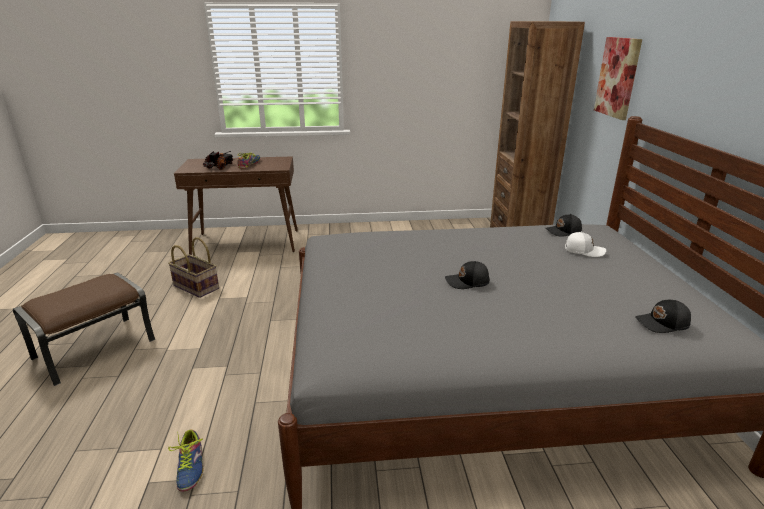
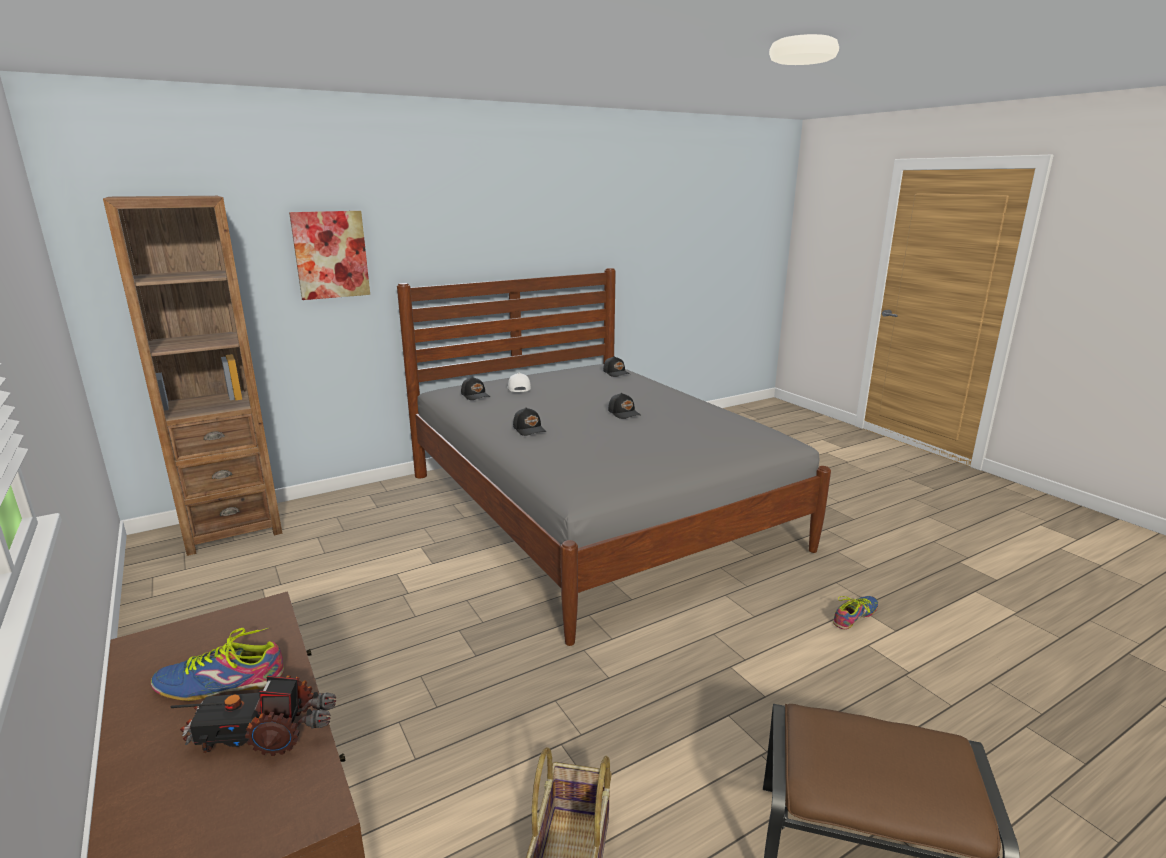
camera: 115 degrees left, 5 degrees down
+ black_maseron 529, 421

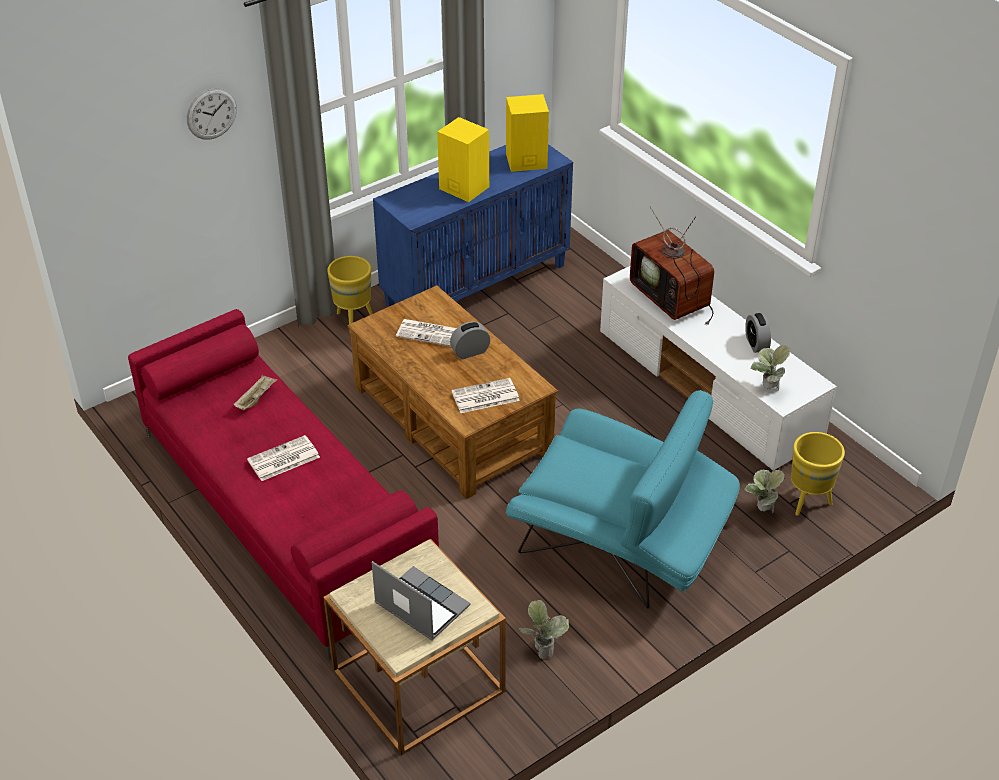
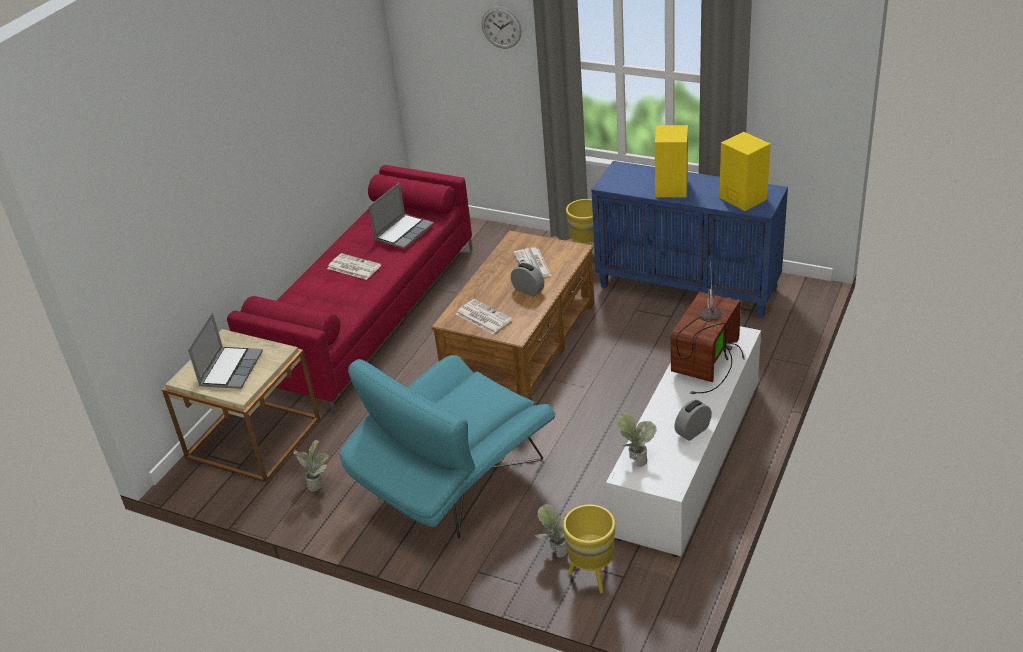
camera: 65 degrees right, 5 degrees down
~ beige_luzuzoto 255, 392 to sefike 401, 215
~ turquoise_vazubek 623, 499 = 447, 446 45 degrees clockwise

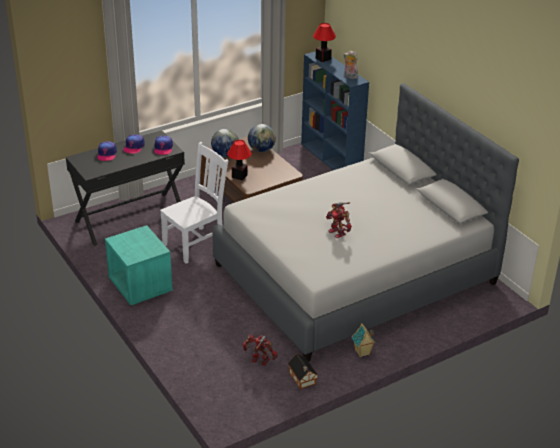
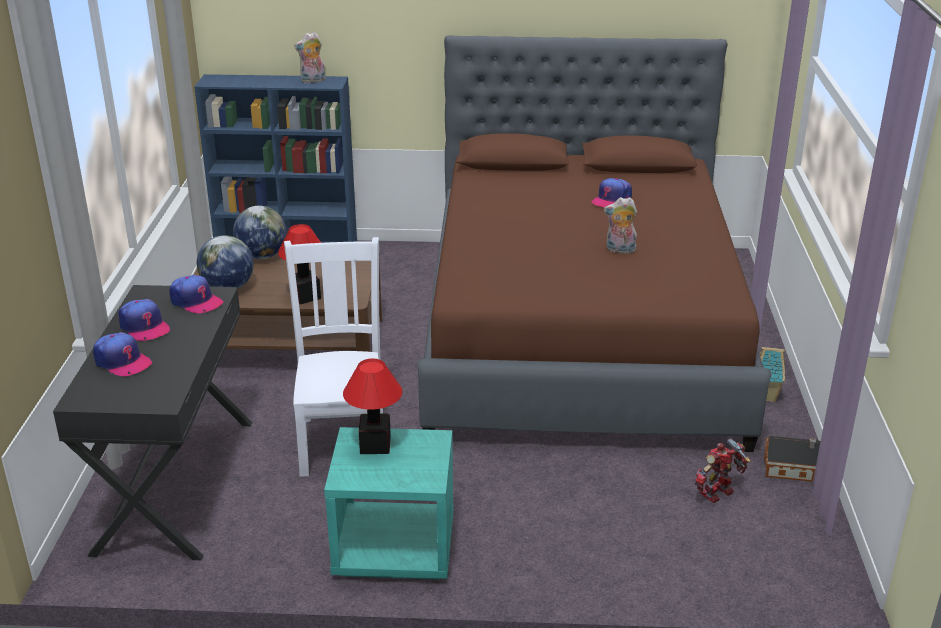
camera: 55 degrees left, 5 degrees down
~ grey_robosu 366, 222 to brown_robosu 594, 243
~ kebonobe 324, 42 to 373, 406
~ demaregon 339, 220 to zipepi 620, 225
+ maseron 612, 192

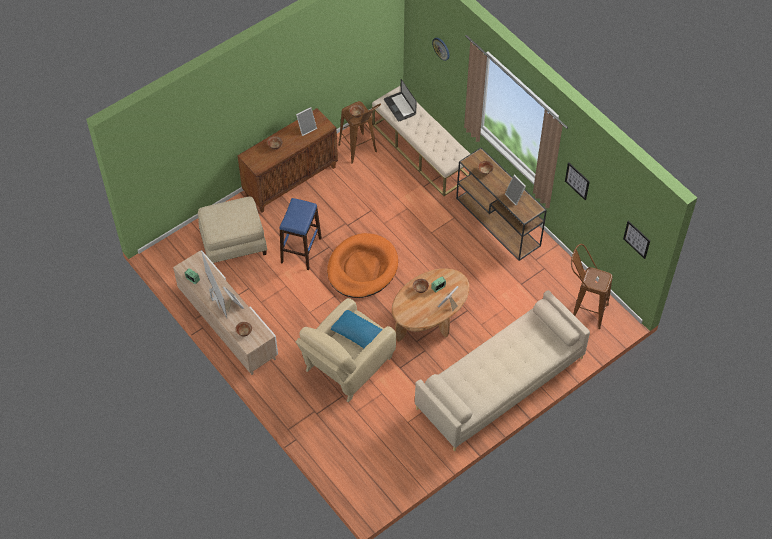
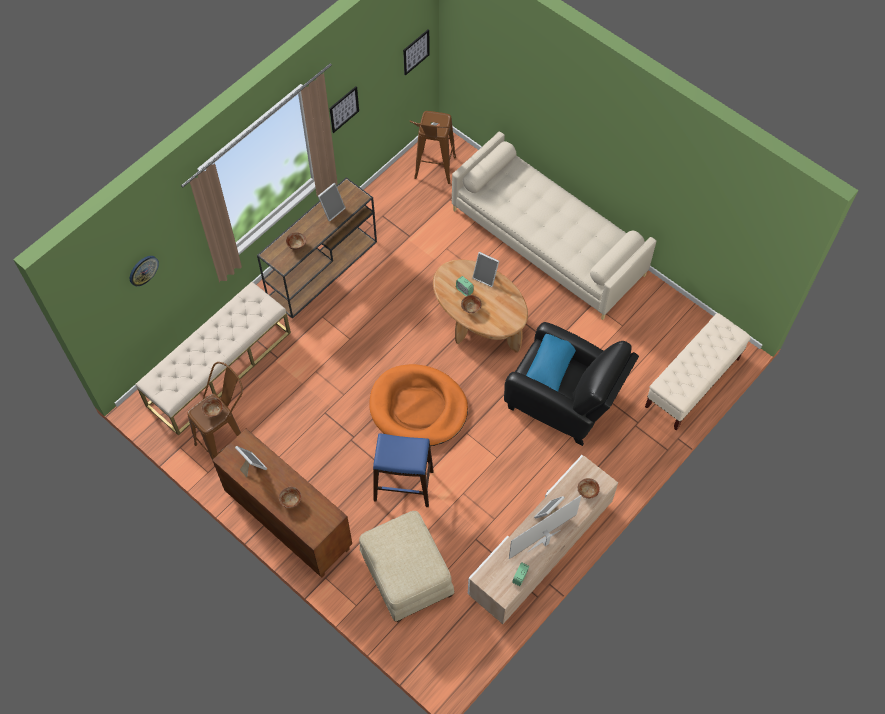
camera: 100 degrees left, 5 degrees up
~ beige_vazubek 346, 350 to black_vazubek 571, 384
- sefike 400, 100
+ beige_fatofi 698, 372

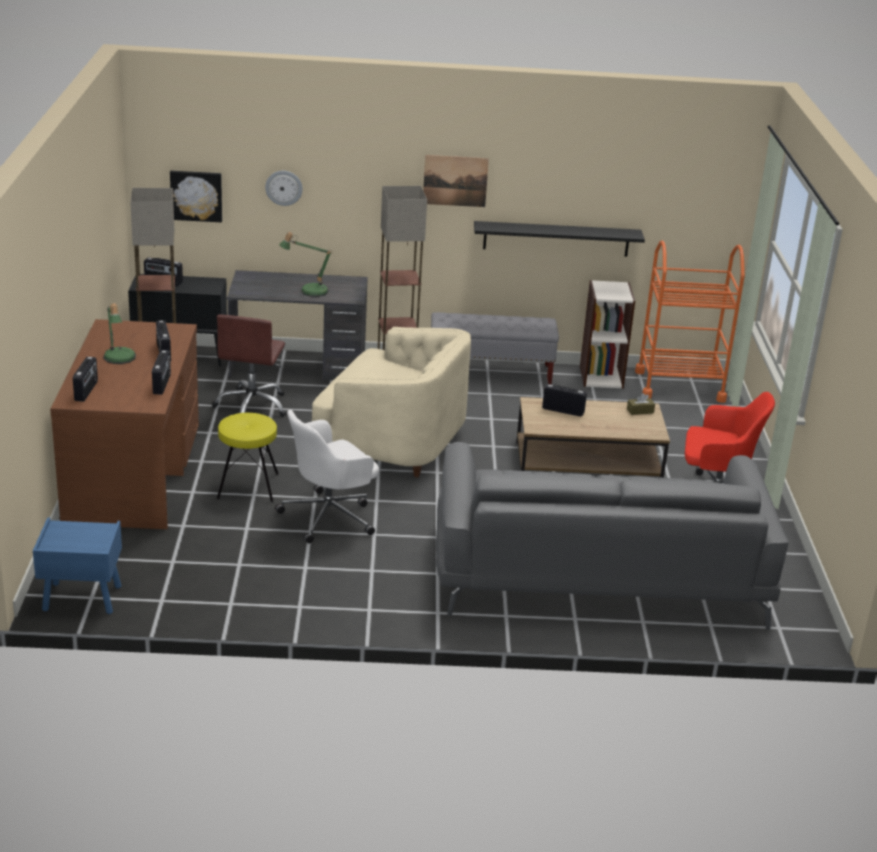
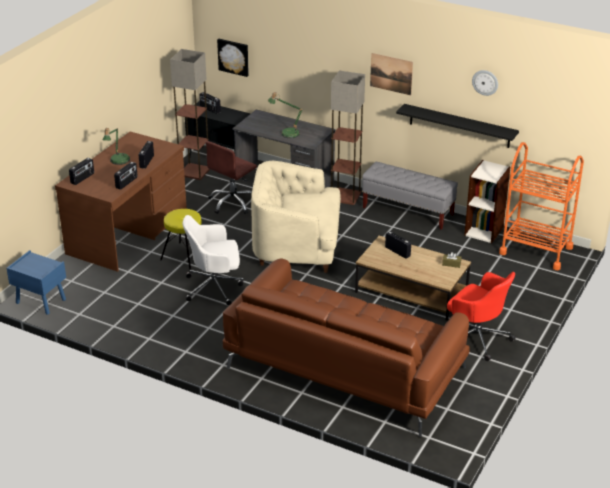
camera: 30 degrees right, 5 degrees up
~ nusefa 284, 188 to 485, 83
~ beige_vazubek 391, 402 = 296, 217 135 degrees clockwise
~ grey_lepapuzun 612, 536 to brown_lepapuzun 346, 348

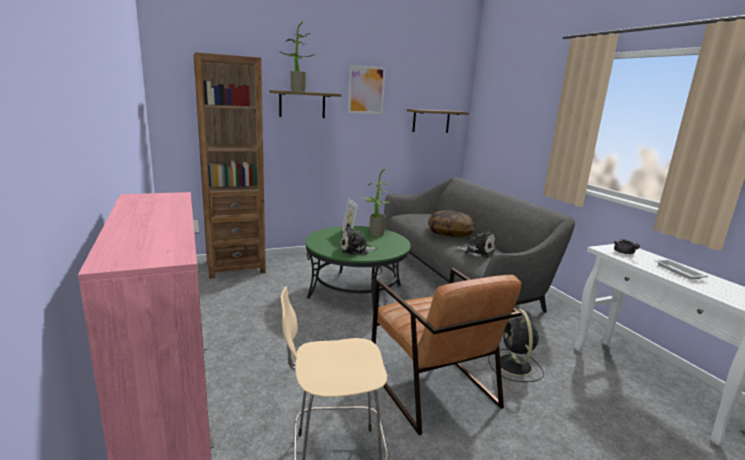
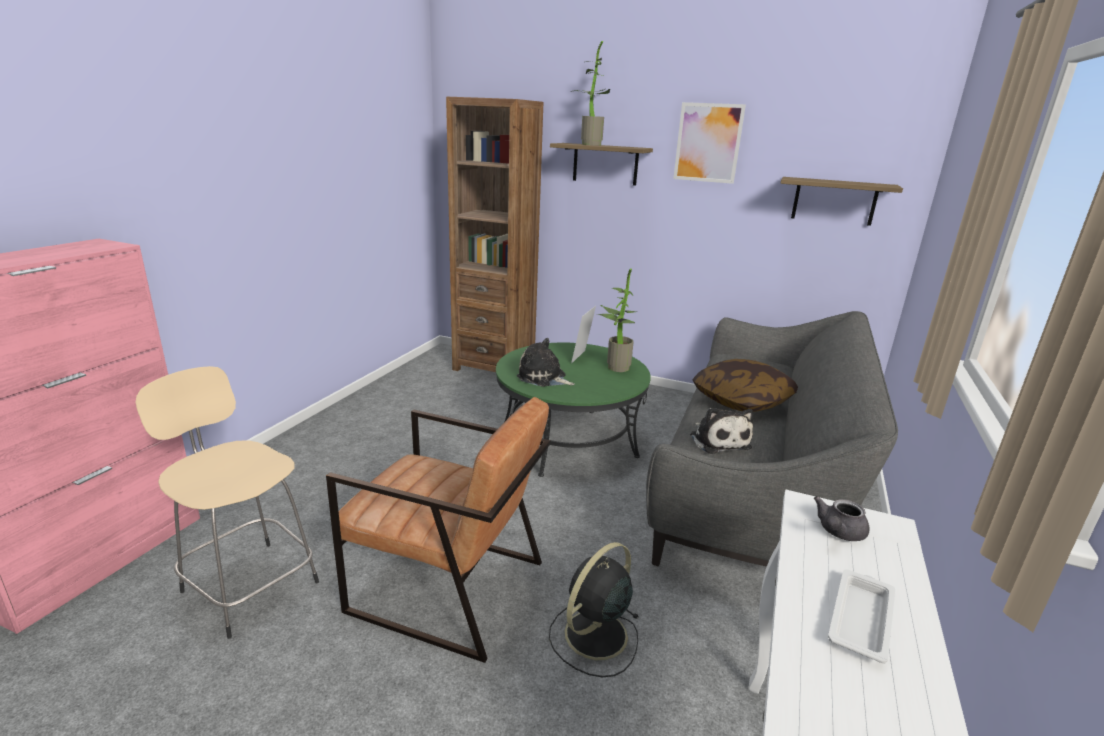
camera: 45 degrees right, 5 degrees up
~ brown_vazubek 446, 351 = 438, 530 90 degrees counterclockwise

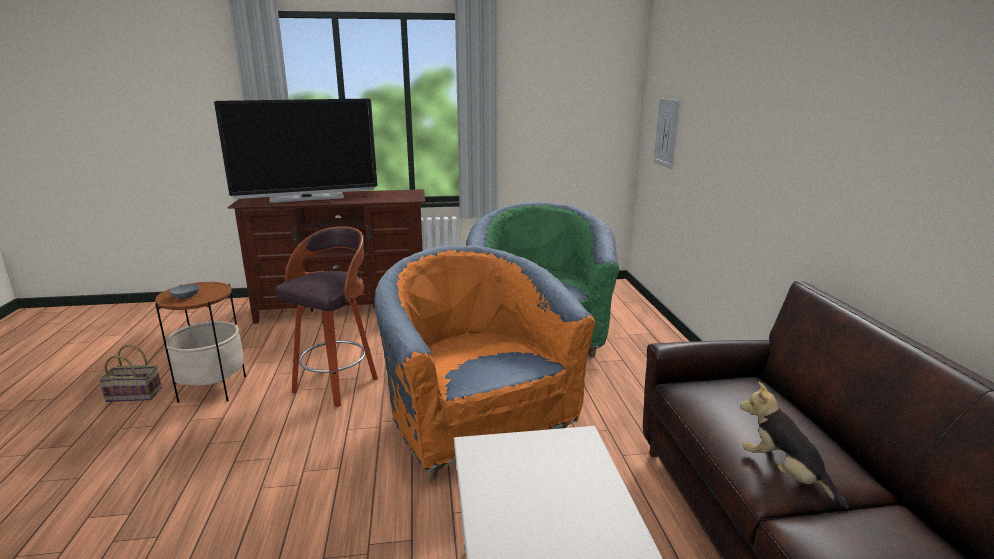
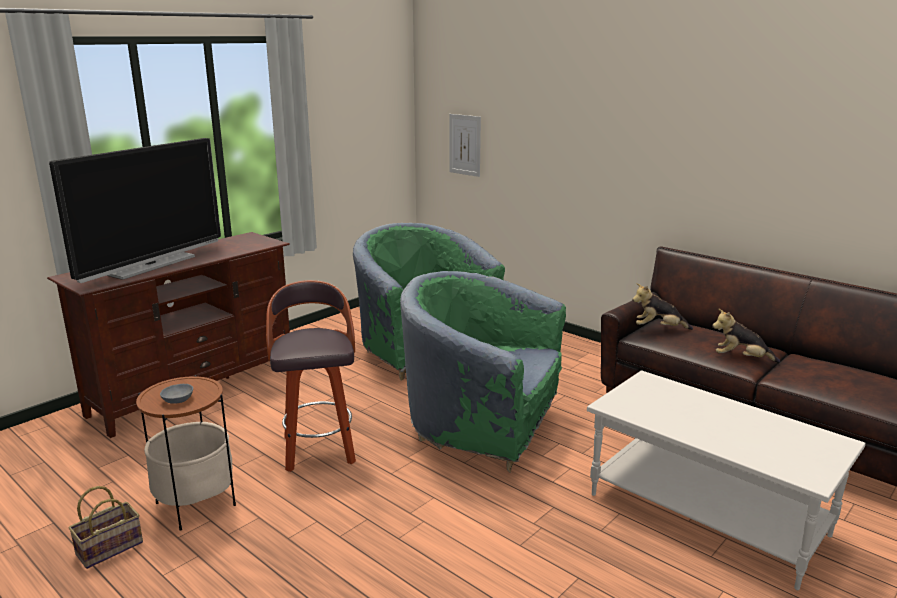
camera: 40 degrees left, 0 degrees up
~ orange_vazubek 485, 363 to green_vazubek 483, 371
+ zipepi 662, 306

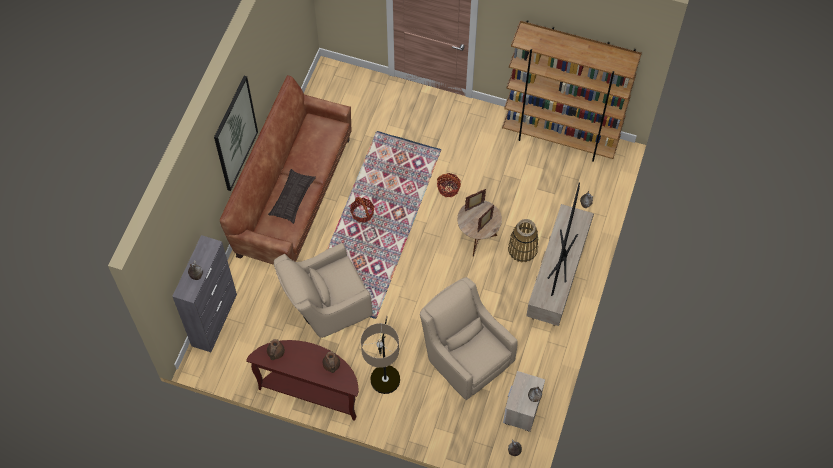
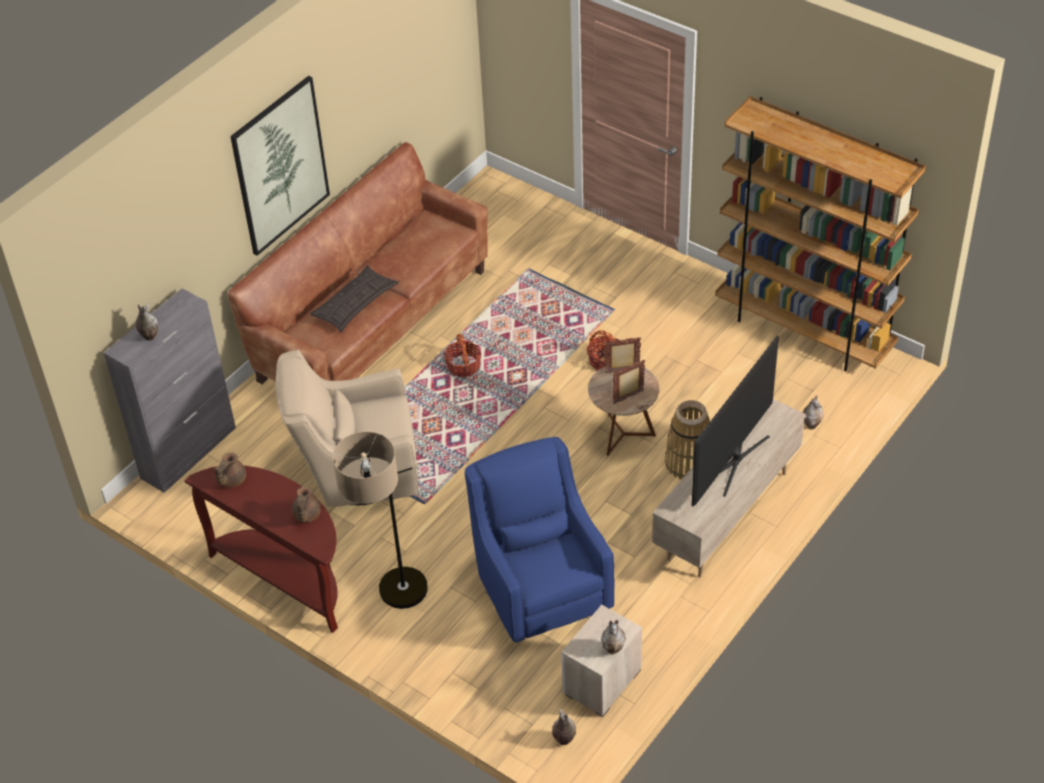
camera: 20 degrees right, 15 degrees down
~ beige_vazubek 469, 338 to blue_vazubek 540, 540

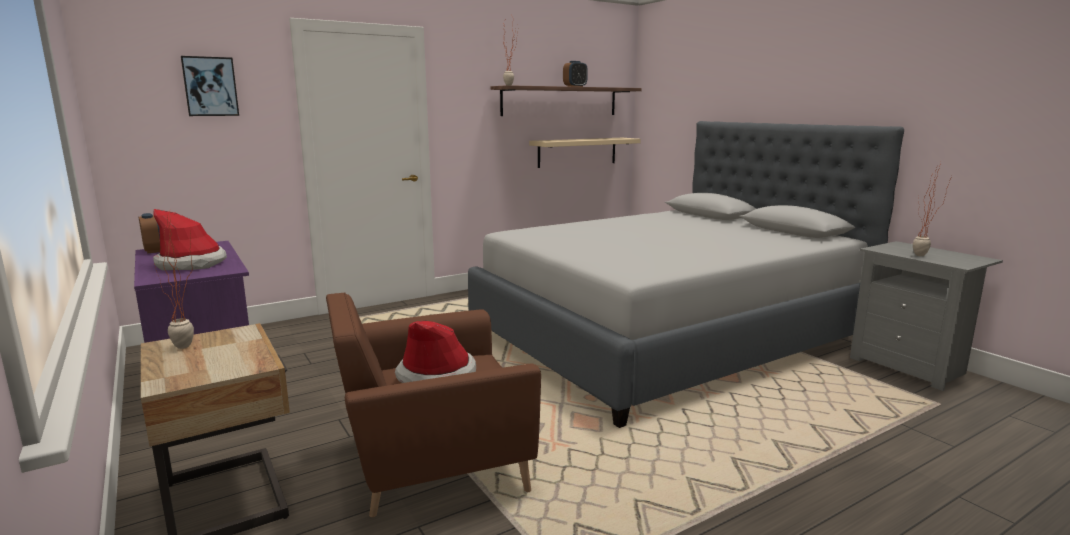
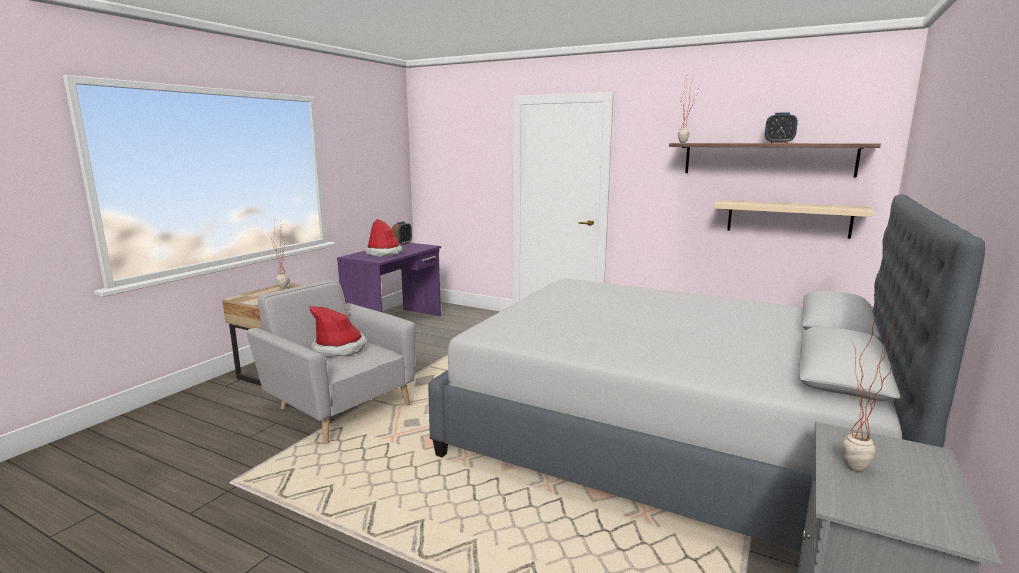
camera: 60 degrees right, 0 degrees up
- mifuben 210, 86
~ brown_vazubek 433, 404 to grey_vazubek 330, 362

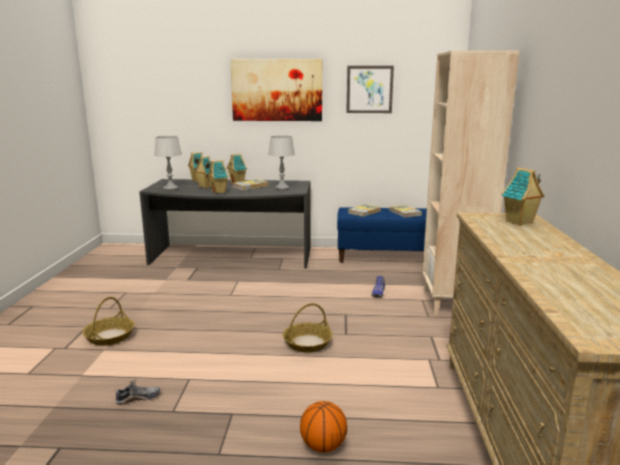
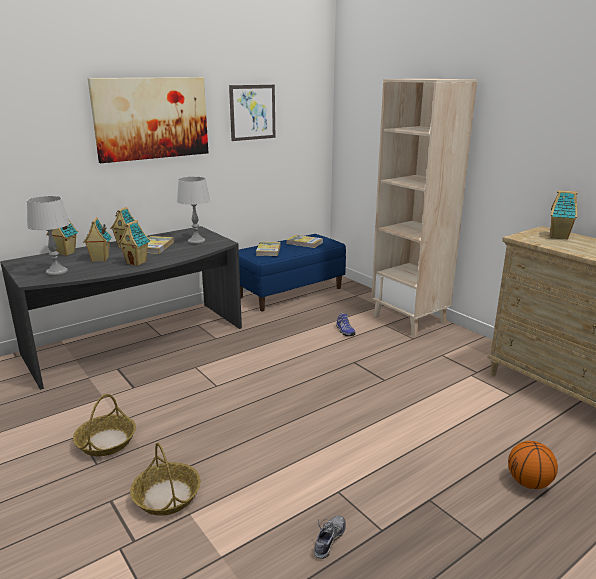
camera: 40 degrees left, 5 degrees up
~ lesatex 307, 328 to 104, 425

